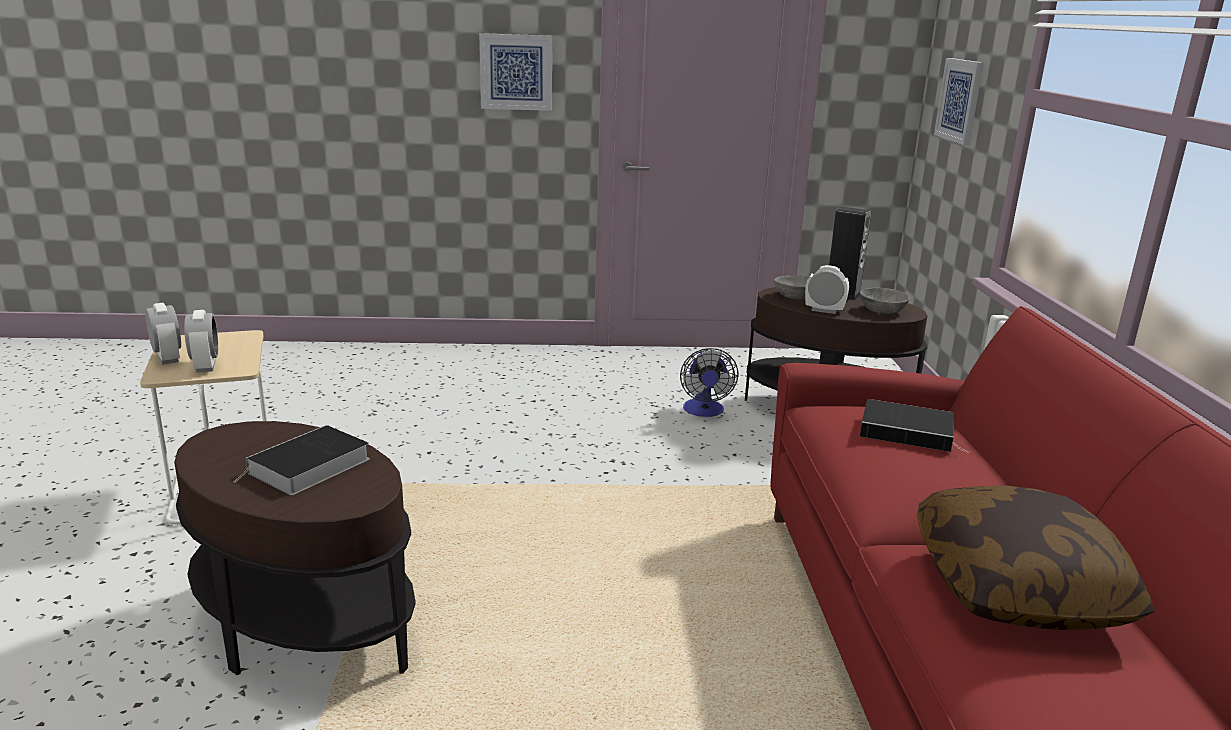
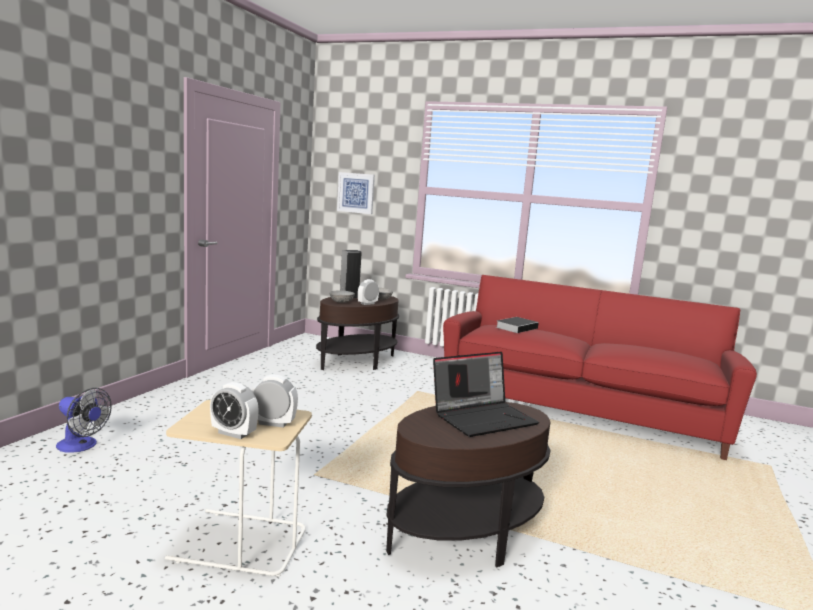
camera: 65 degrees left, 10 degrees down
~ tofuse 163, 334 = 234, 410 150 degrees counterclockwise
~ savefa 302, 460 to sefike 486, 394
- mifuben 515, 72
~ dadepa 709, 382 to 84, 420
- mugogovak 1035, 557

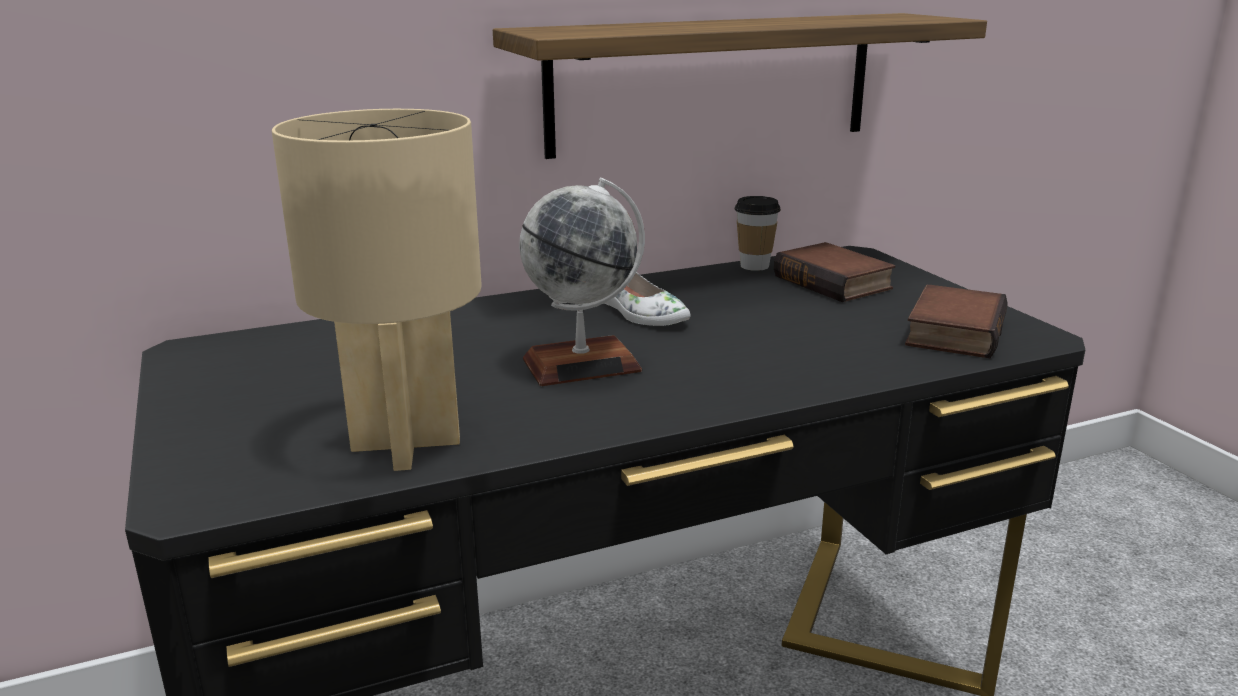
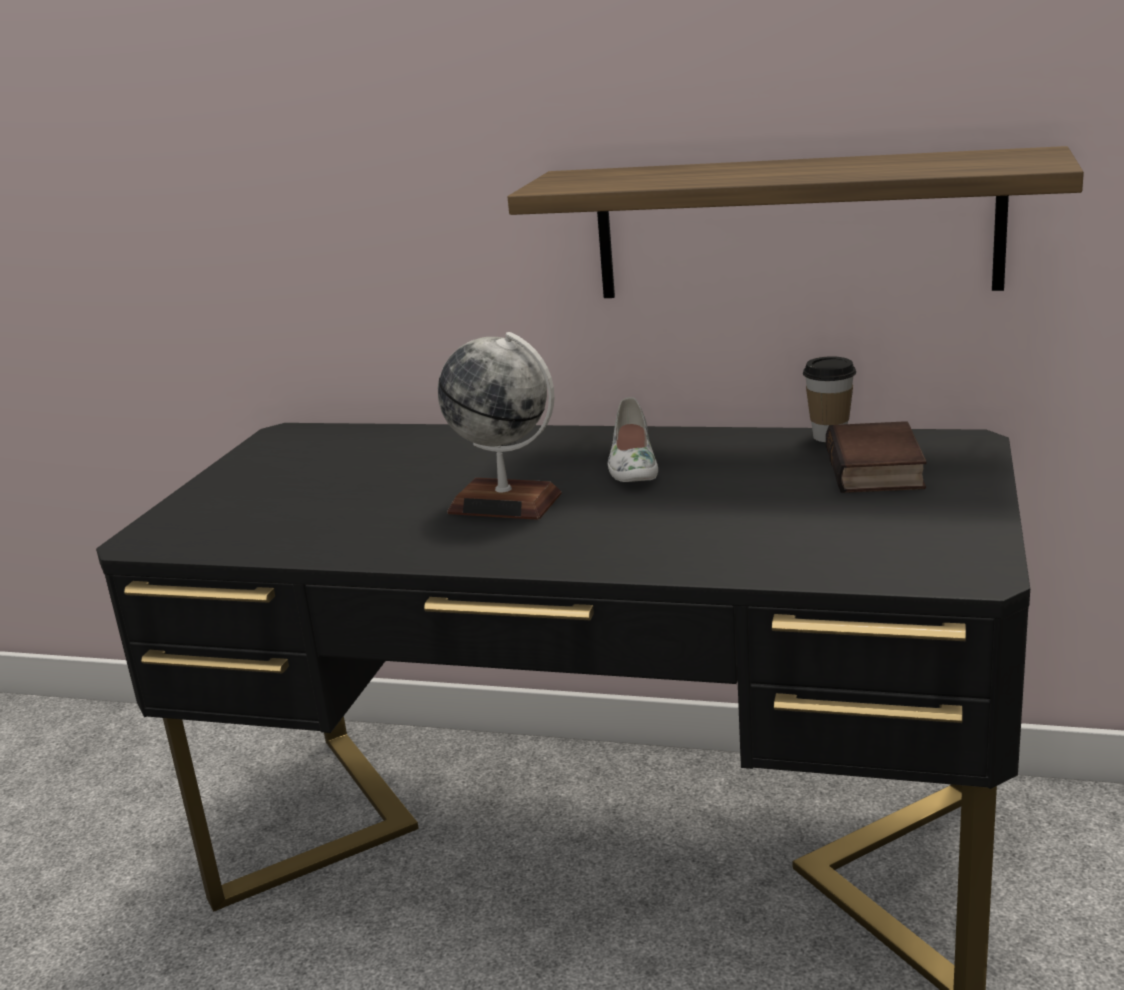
camera: 40 degrees right, 0 degrees up
- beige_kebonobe 377, 290
- savefa 956, 321

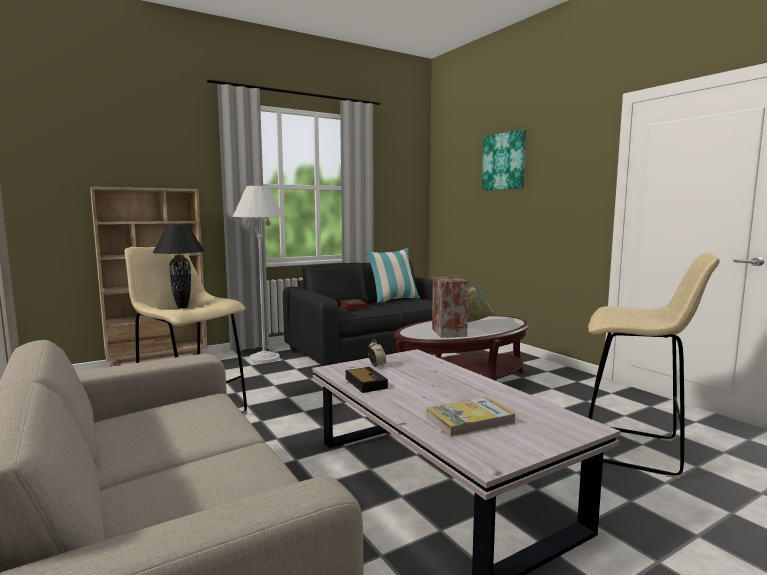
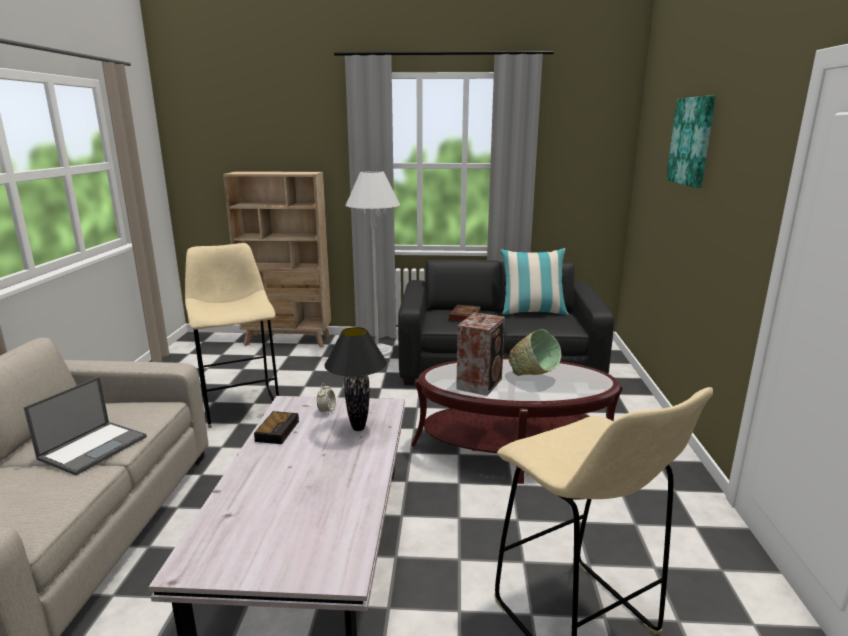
camera: 35 degrees right, 10 degrees up
~ black_kebonobe 178, 267 to 356, 379
- savefa 471, 417
+ sefike 85, 426

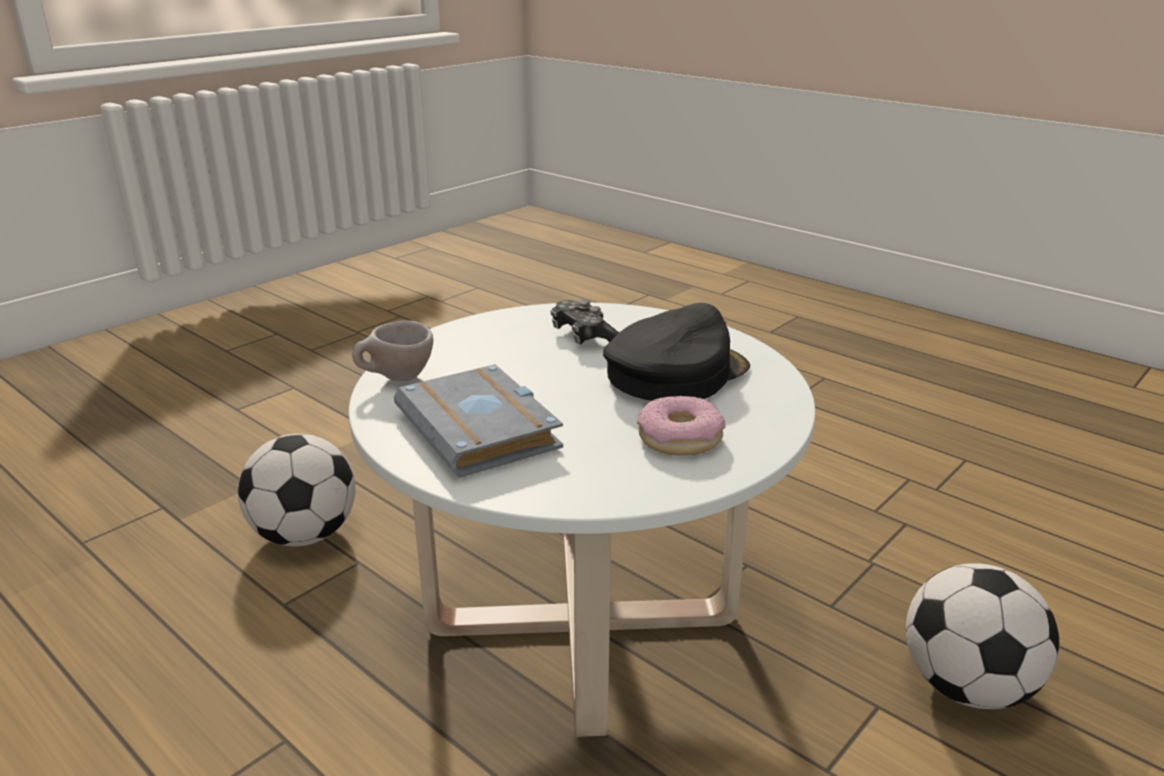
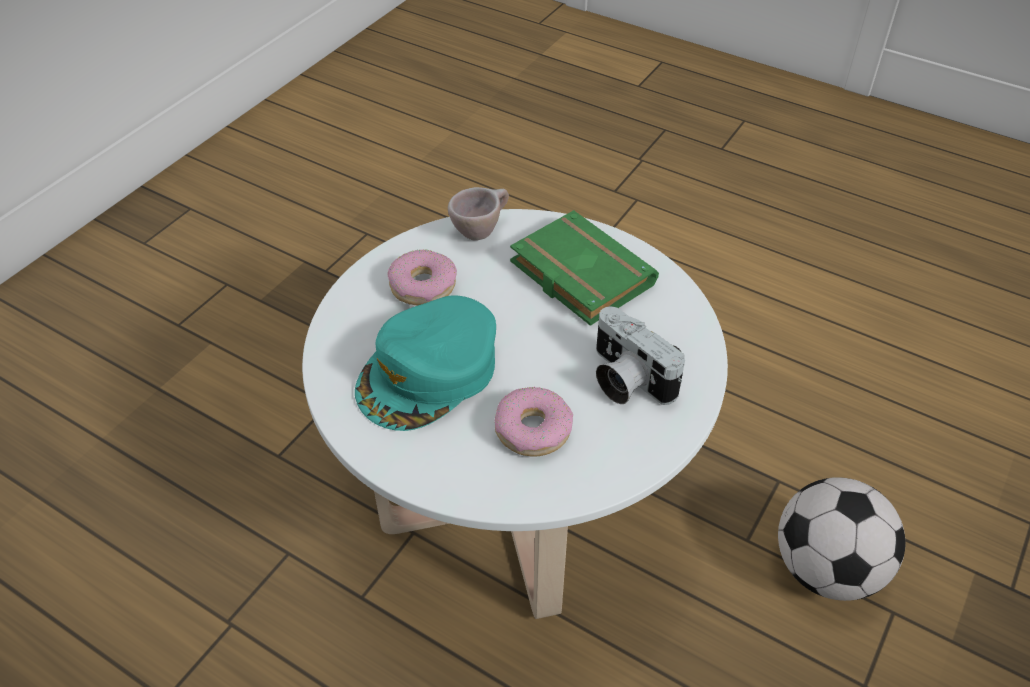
camera: 170 degrees right, 20 degrees up
~ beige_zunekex 392, 351 to 478, 214
~ grey_savefa 478, 421 to green_savefa 584, 268
~ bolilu 585, 321 to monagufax 534, 421
~ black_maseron 676, 352 to turquoise_maseron 425, 363
- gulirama 982, 636
+ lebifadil 640, 355

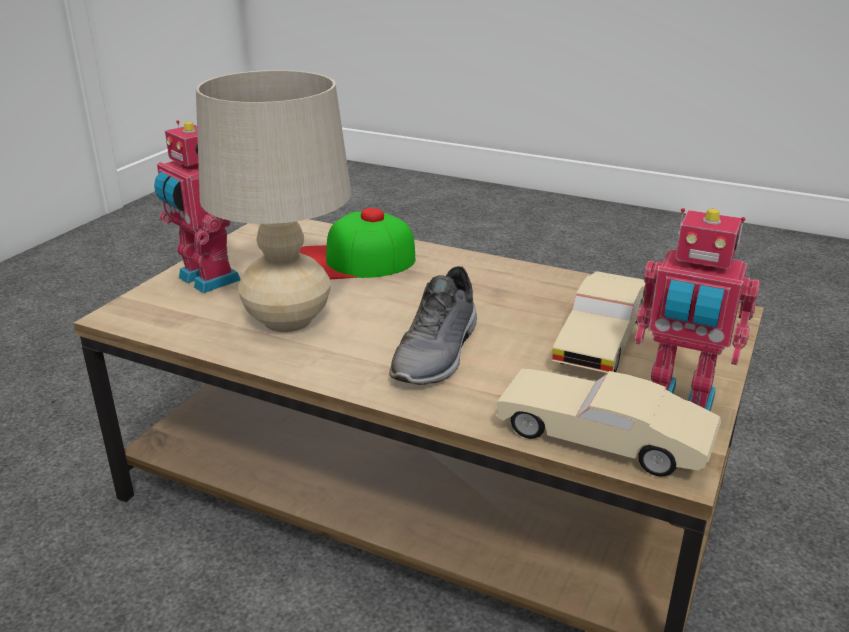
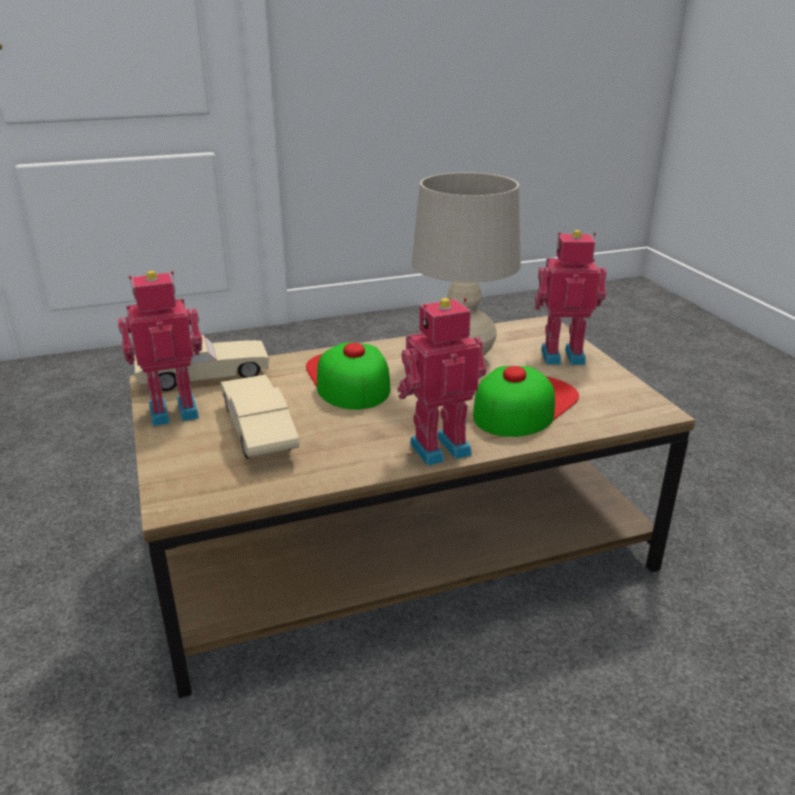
camera: 135 degrees right, 0 degrees up
~ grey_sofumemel 433, 325 to maseron 348, 376
+ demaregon 442, 382

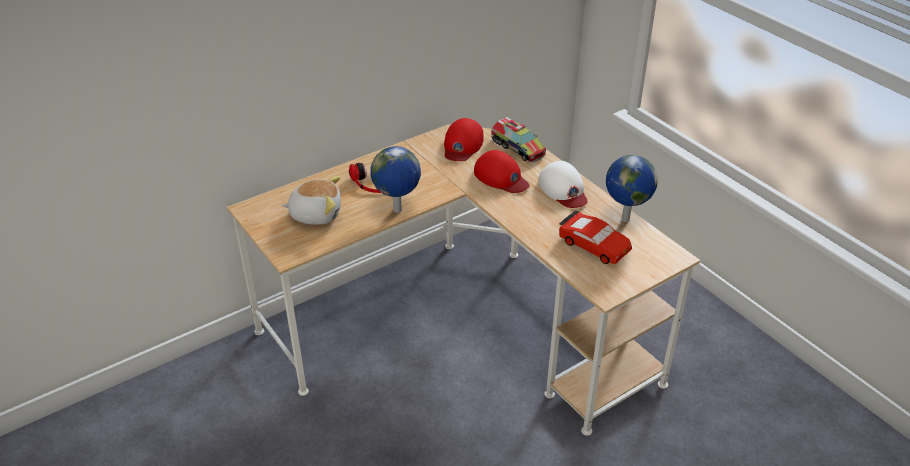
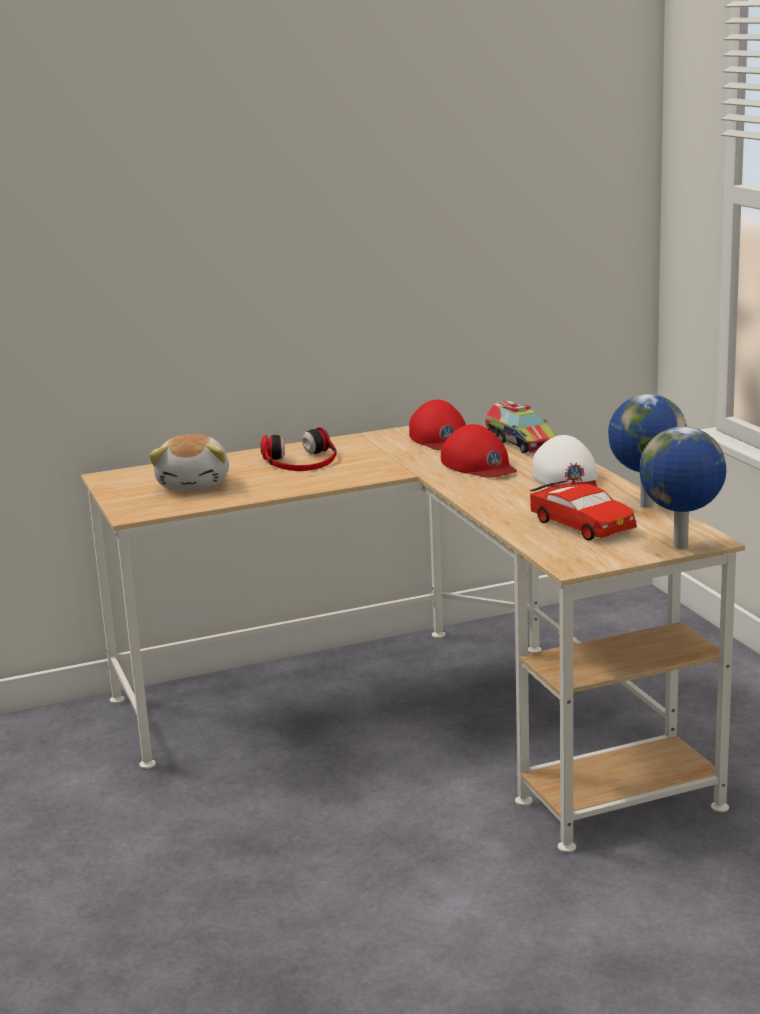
camera: 15 degrees right, 20 degrees down
~ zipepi 311, 200 = 189, 462 75 degrees clockwise
~ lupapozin 395, 179 to 683, 487
~ red_maseron 463, 139 = 437, 425 45 degrees counterclockwise

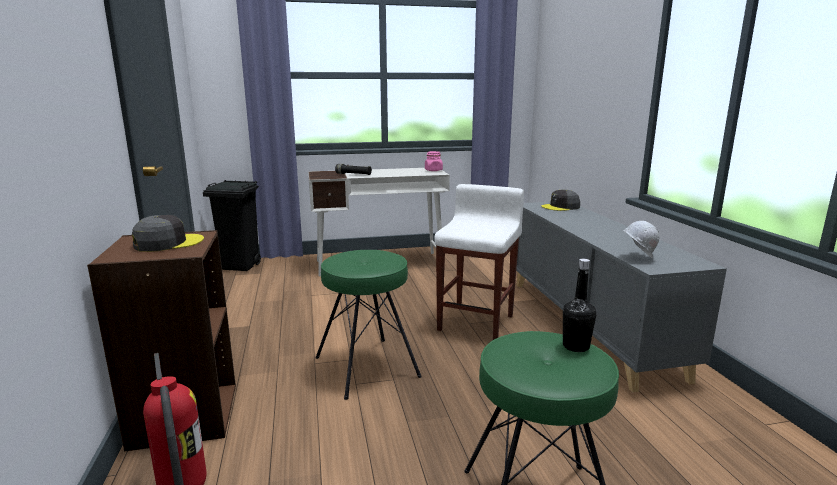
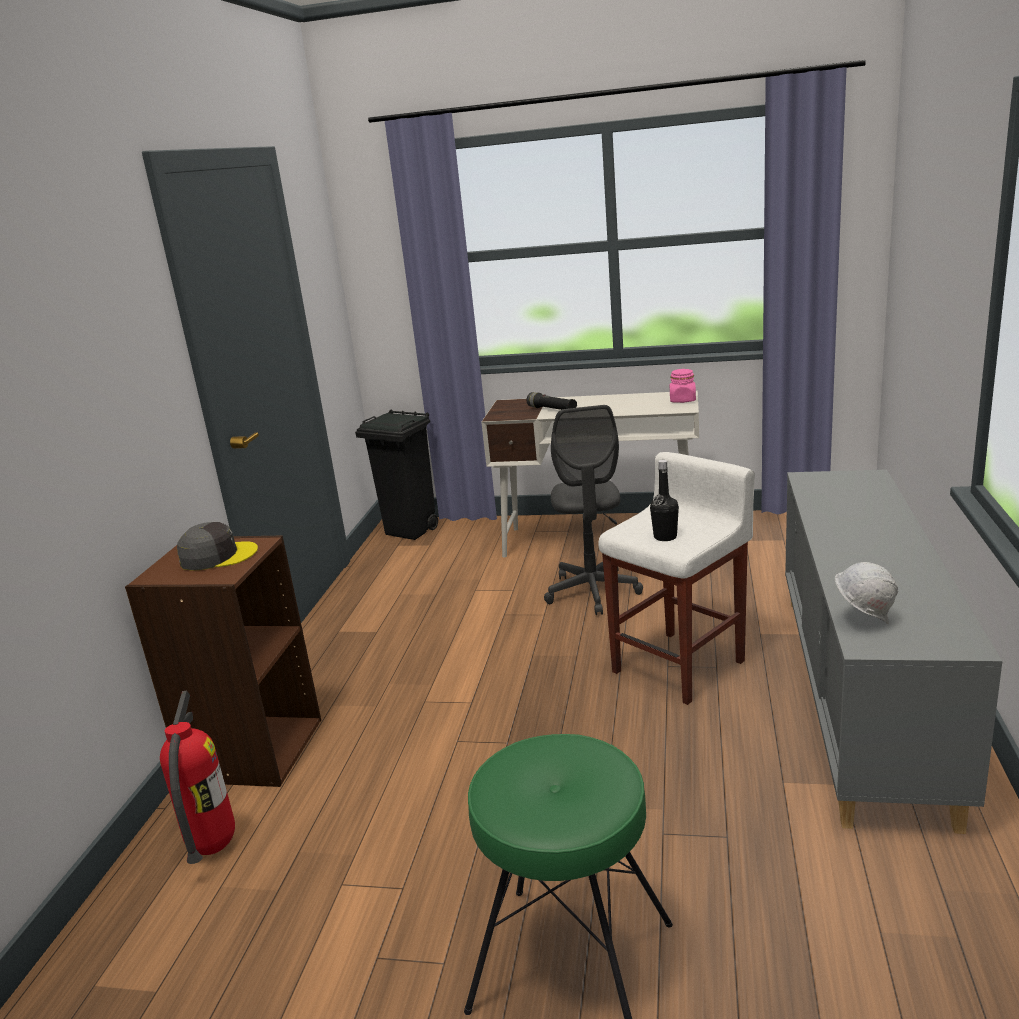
camera: 25 degrees right, 5 degrees up
- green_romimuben 369, 325
- grey_maseron 560, 200
~ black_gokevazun 579, 305 to 664, 500
+ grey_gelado 593, 510

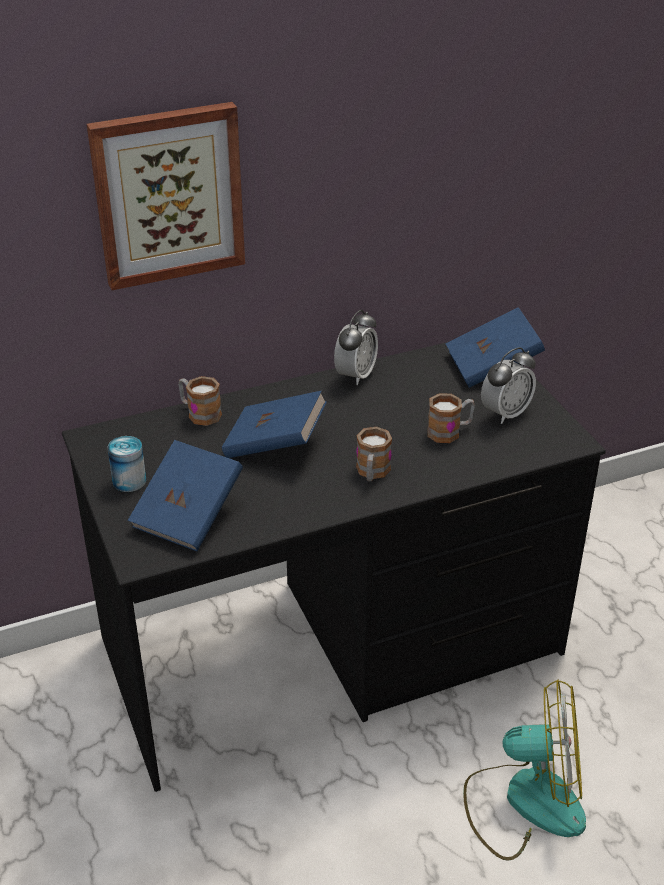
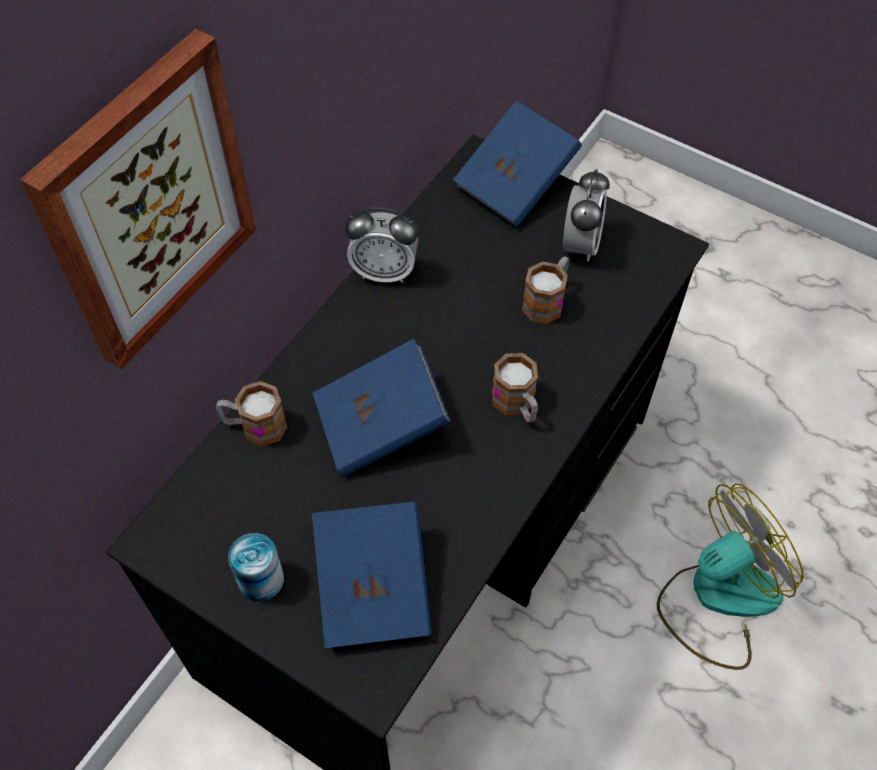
camera: 35 degrees left, 20 degrees up
~ tofuse 356, 347 = 381, 245 105 degrees clockwise

